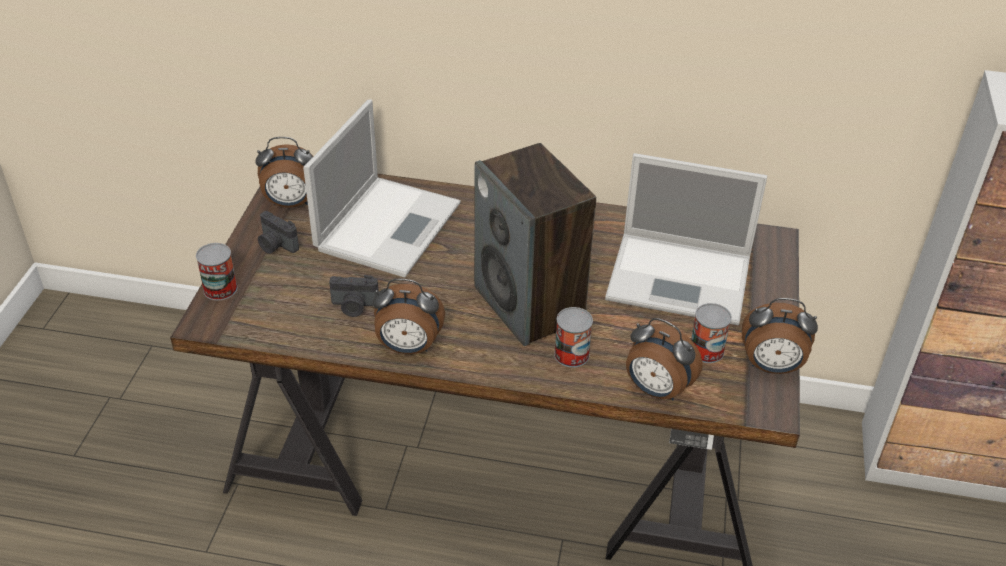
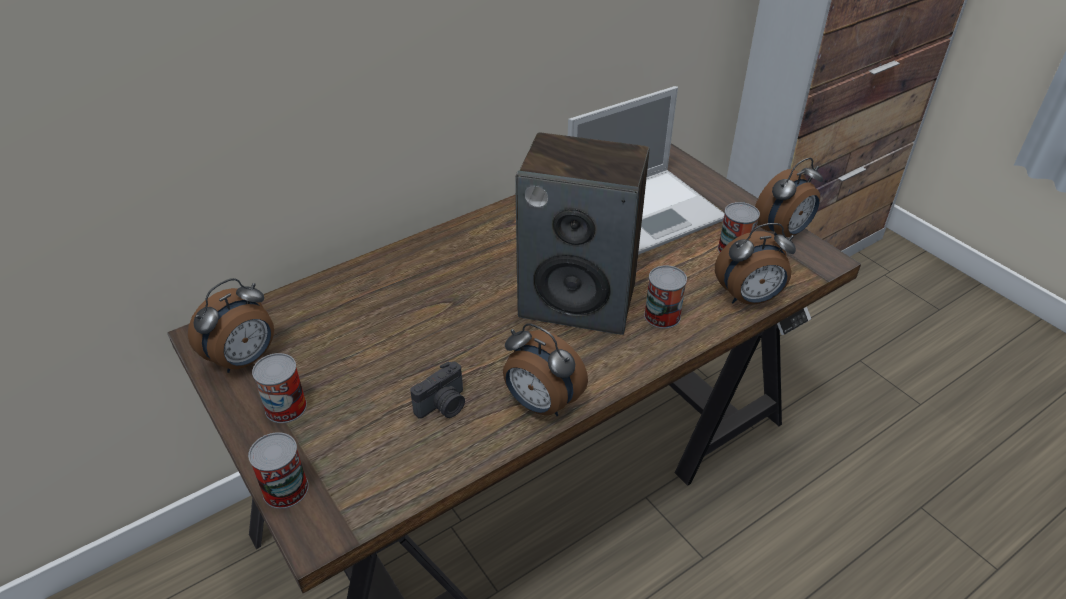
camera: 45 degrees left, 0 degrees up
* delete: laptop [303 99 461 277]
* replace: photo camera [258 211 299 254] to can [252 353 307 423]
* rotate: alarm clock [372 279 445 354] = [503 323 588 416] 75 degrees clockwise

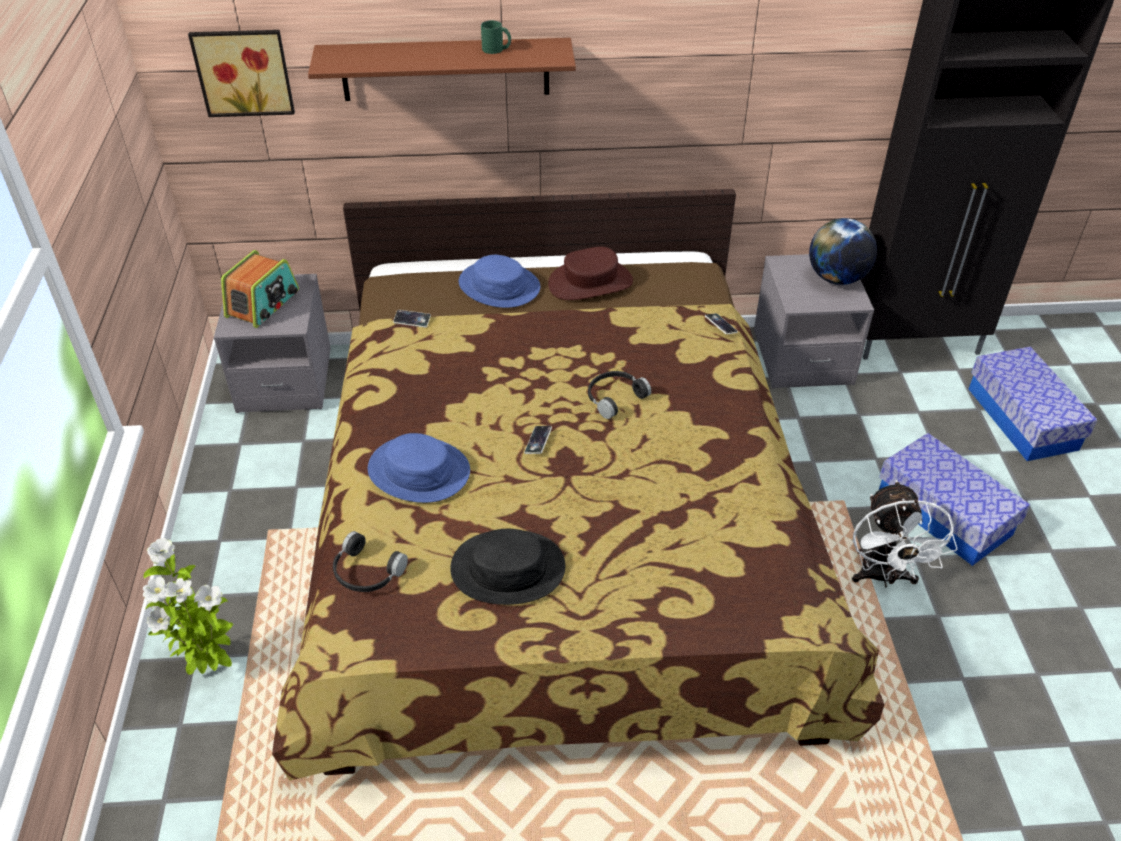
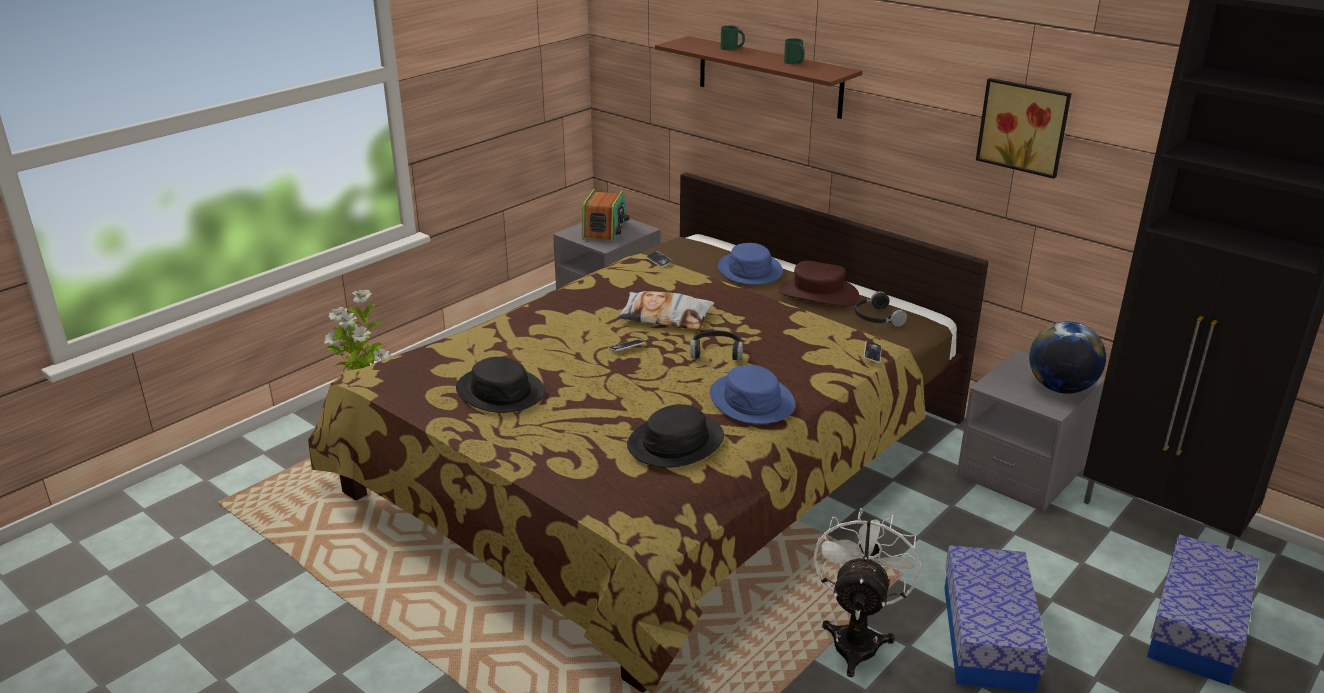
camera: 45 degrees right, 15 degrees down
* insert: pillow [617 291 714 330]
* insert: hat (black) [627 404 724 468]
* insert: mug (green) [720 25 745 50]
* move: picture [188 30 295 117] to [976 78 1072 179]
* move: headphones (black) [333 531 408 592] to [855 291 907 327]
* move: hat (blue) [368 433 470 503] to [710 365 795 424]
* rotate: radio [221 250 299 328] = [582 189 629 242] 60 degrees counterclockwise
* rotate: fan (white) [852 480 957 587] = [813 508 921 677] 150 degrees clockwise

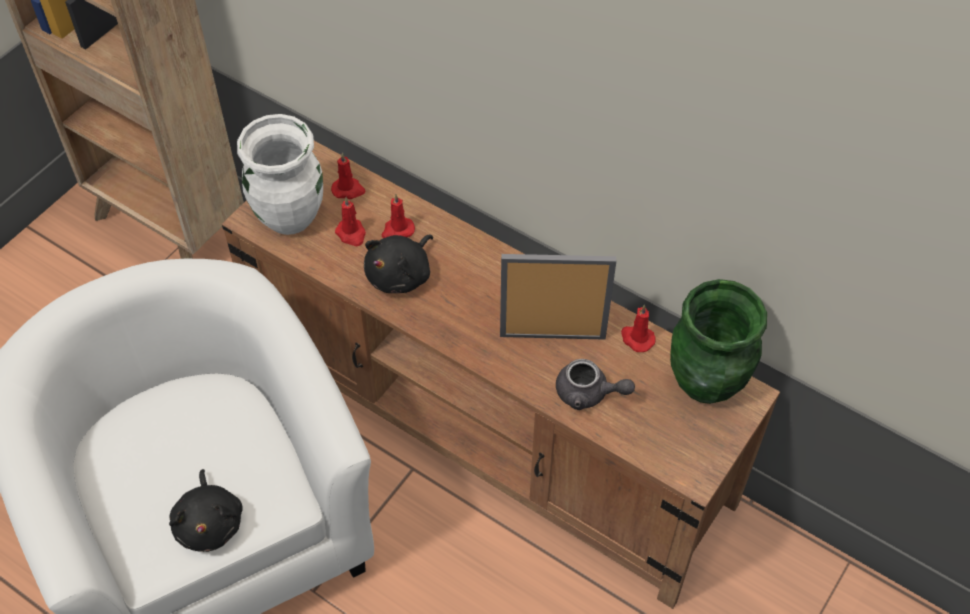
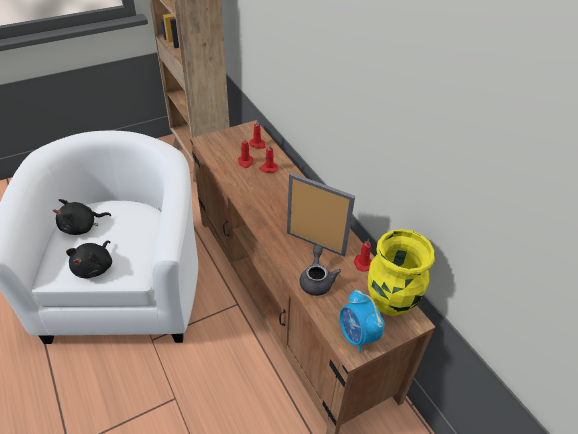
camera: 25 degrees right, 10 degrees down
* delete: vase (white) [237 114 323 235]
* insert: alarm clock [340 289 385 353]
* move: plush toy (black) [364 235 433 293] to [53 199 111 235]
* recolor: vase (green) [670 279 767 404] to vase (yellow) [368 229 435 316]
* rotate: teapot (grey) [556 359 635 410] = [299 245 341 296] 135 degrees counterclockwise

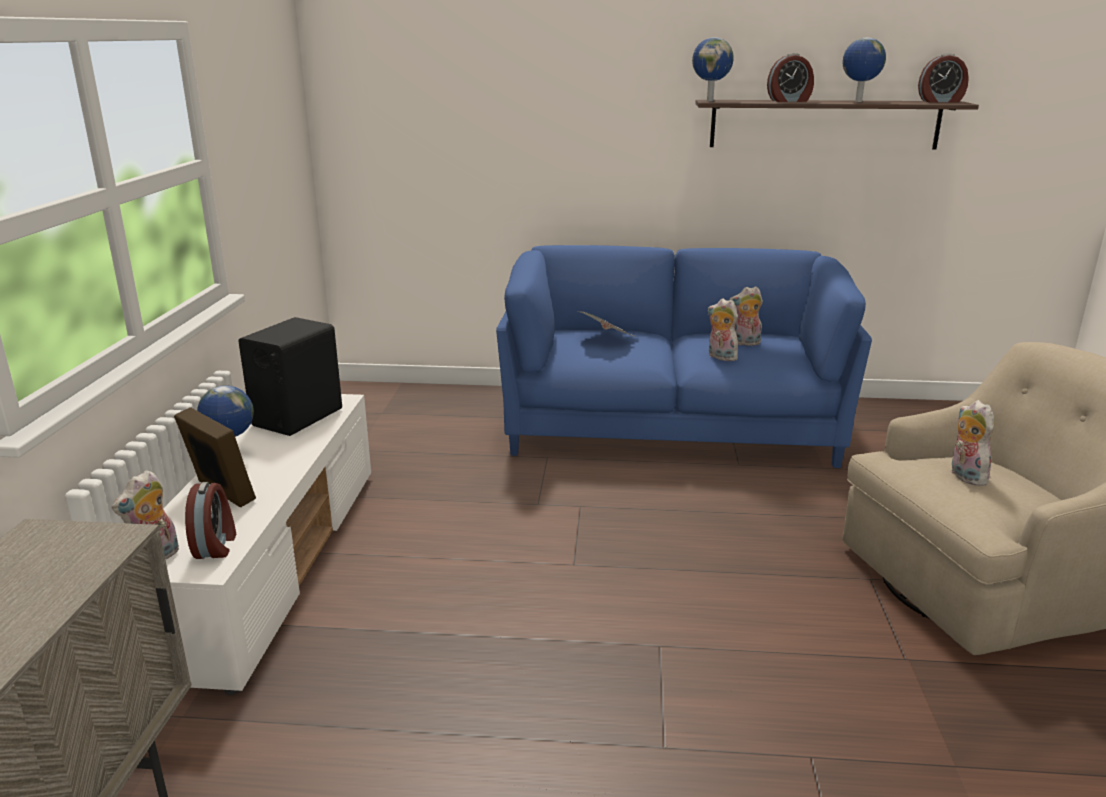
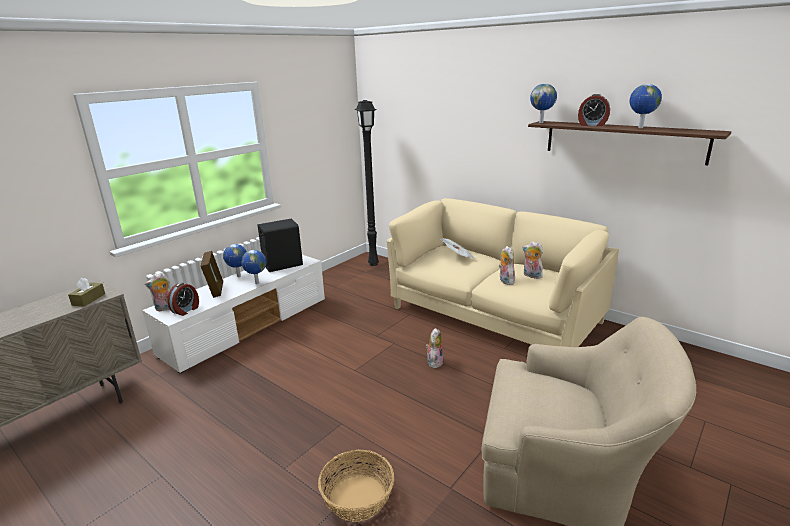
camera: 35 degrees right, 0 degrees up
* delete: alarm clock [918 53 969 103]
* insert: tissue box (brown) [68 278 105 307]
* insert: globe [241 250 267 284]
* insert: basket [318 450 394 522]
* insert: floor lamp (black) [355 100 379 266]
* move: plush toy [952 400 994 486] to [426 328 443 368]
* recolor: sofa (blue) [496 245 872 468] to sofa (beige) [387 198 619 347]

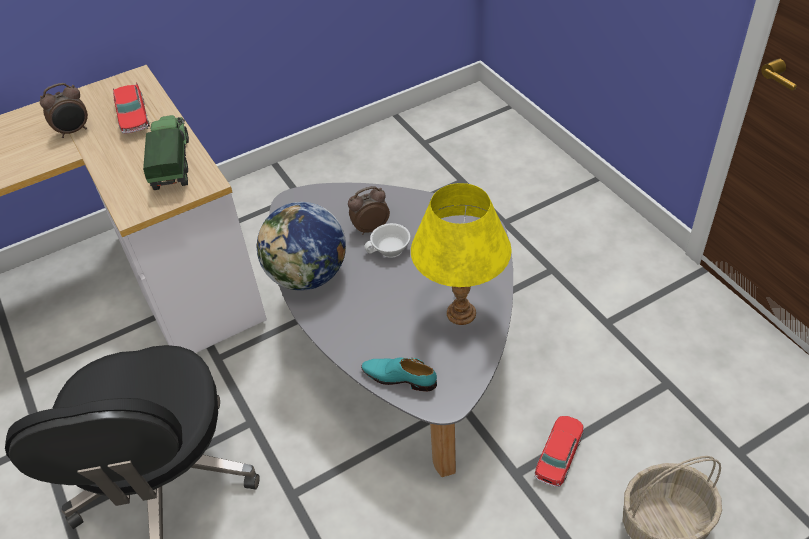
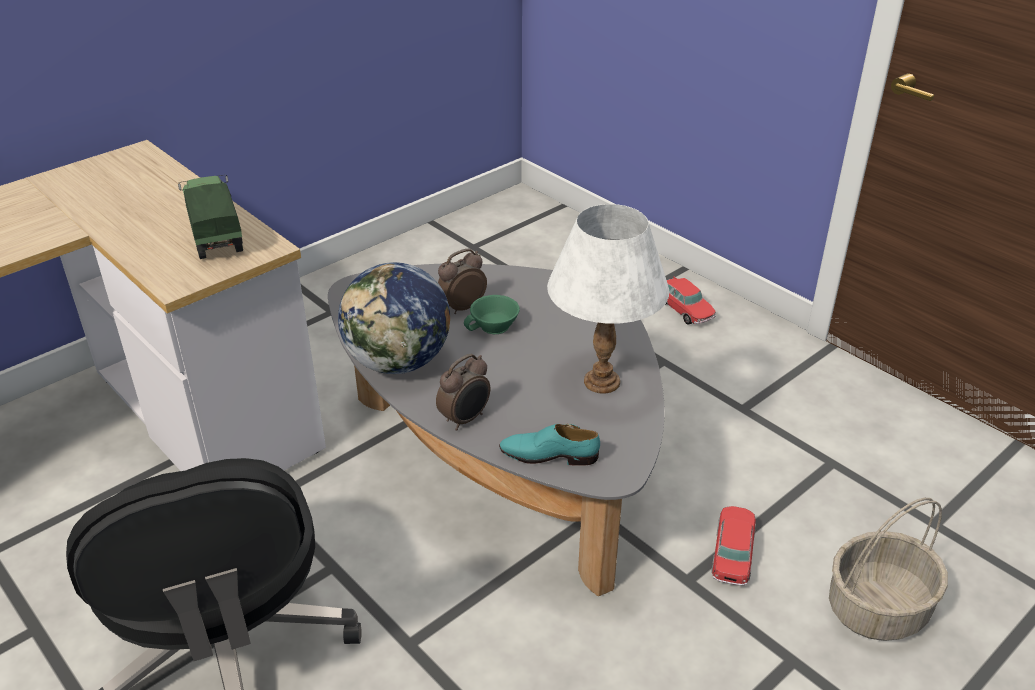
camera: 15 degrees left, 10 degrees down
* move: alarm clock [39 83 88 138] to [436 354 490 431]
* move: toy car [113 83 150 133] to [665 277 716 325]
* recolor: cup (white) [364 223 410 258] to cup (green) [464 295 520 334]
* recolor: table lamp (yellow) [411 183 512 325] to table lamp (white) [547 204 669 394]

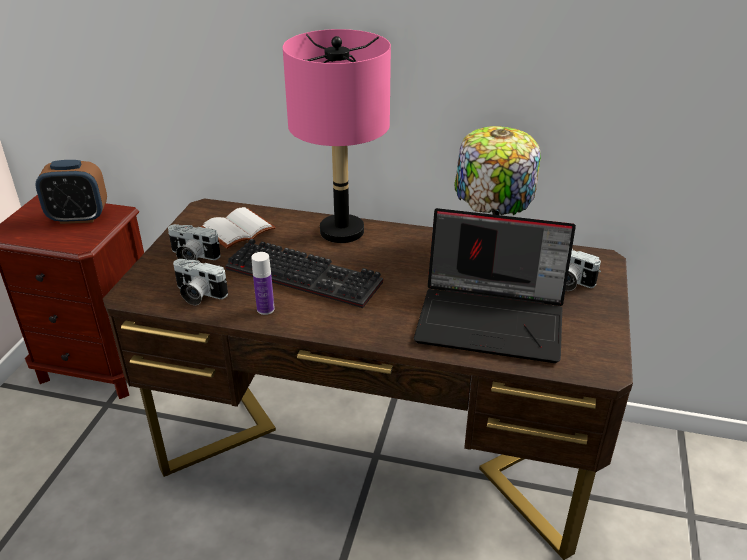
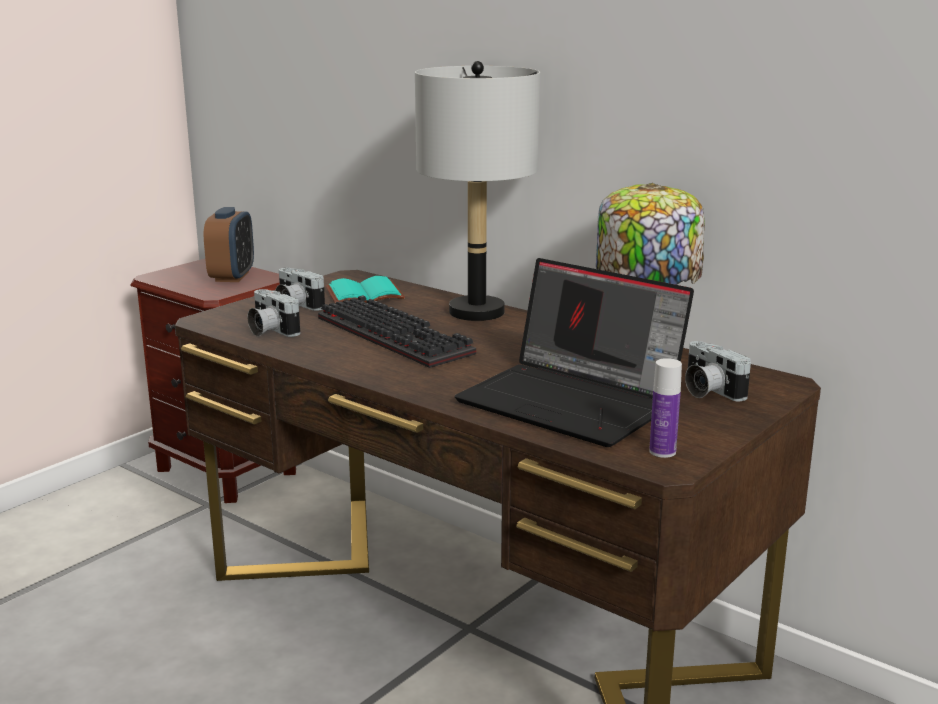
camera: 25 degrees right, 15 degrees down
* move: bottle [251 252 275 315] to [649 358 682 458]
* recolor: book (white) [201 207 276 249] to book (turquoise) [326 276 405 304]
* recolor: table lamp (pink) [283 29 391 243] to table lamp (grey) [415 61 540 321]
* rotate: alarm clock [35 160 107 224] = [204 207 254 282] 105 degrees counterclockwise

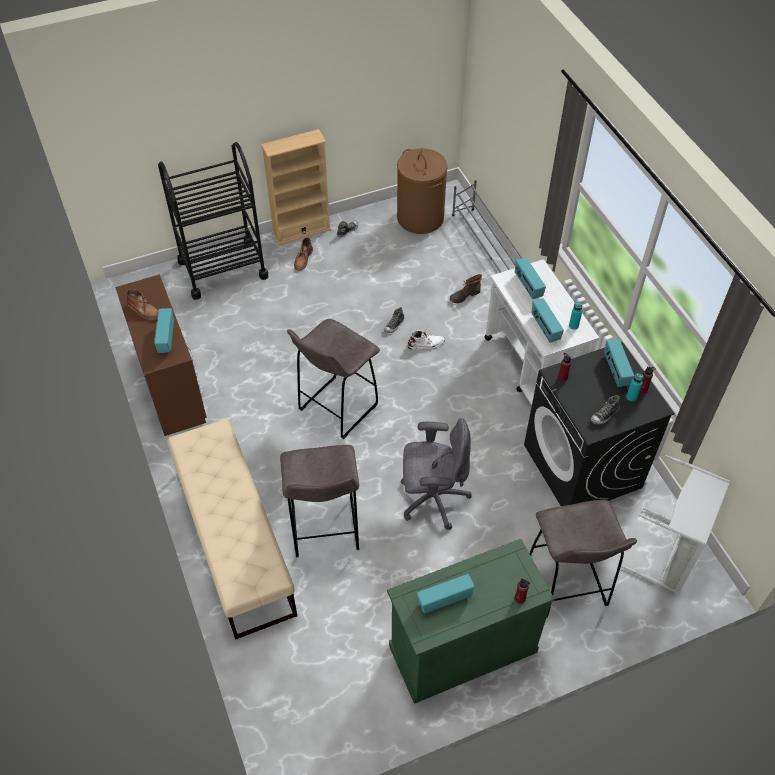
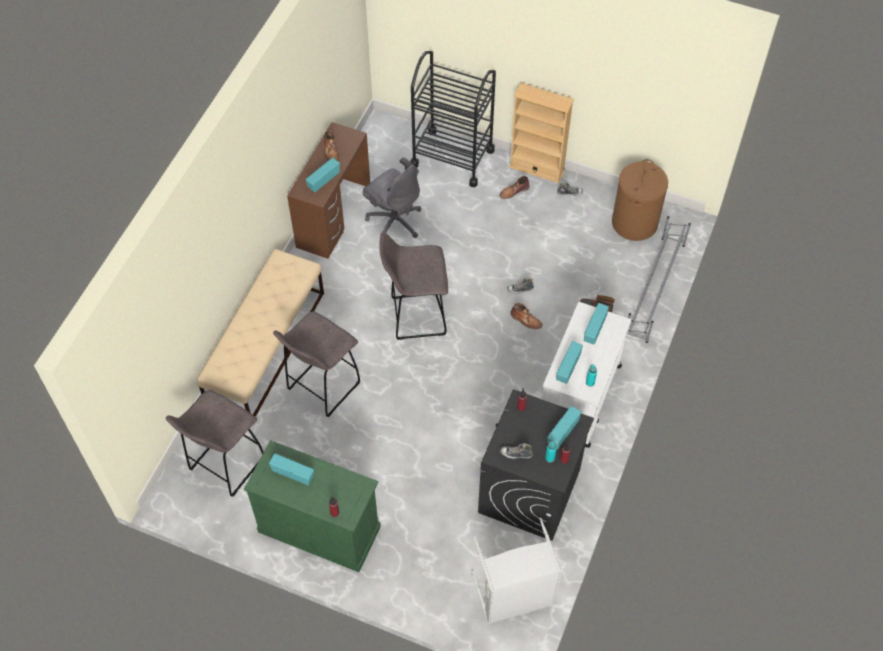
camera: 45 degrees right, 5 degrees up
* move: office chair (grey) [400 418 472 530] to [363 158 421 238]
* move: stool (grey) [529 500 637 618] to [166 390 264 497]
* recolor: boot (white) [407 331 445 350] to boot (brown) [510 303 542 329]

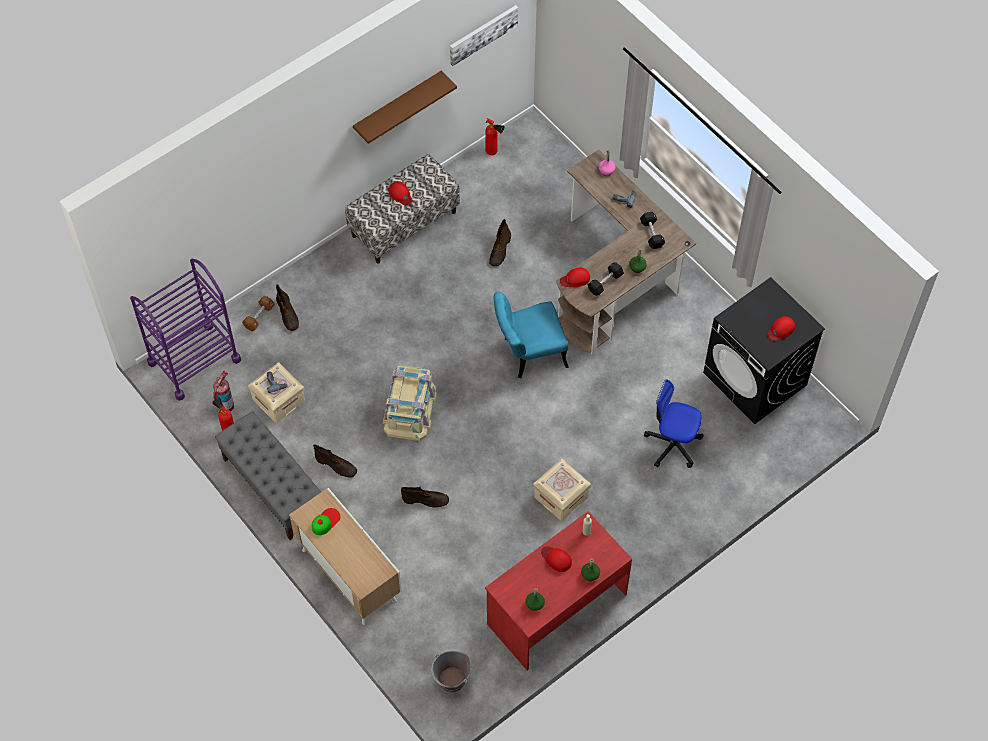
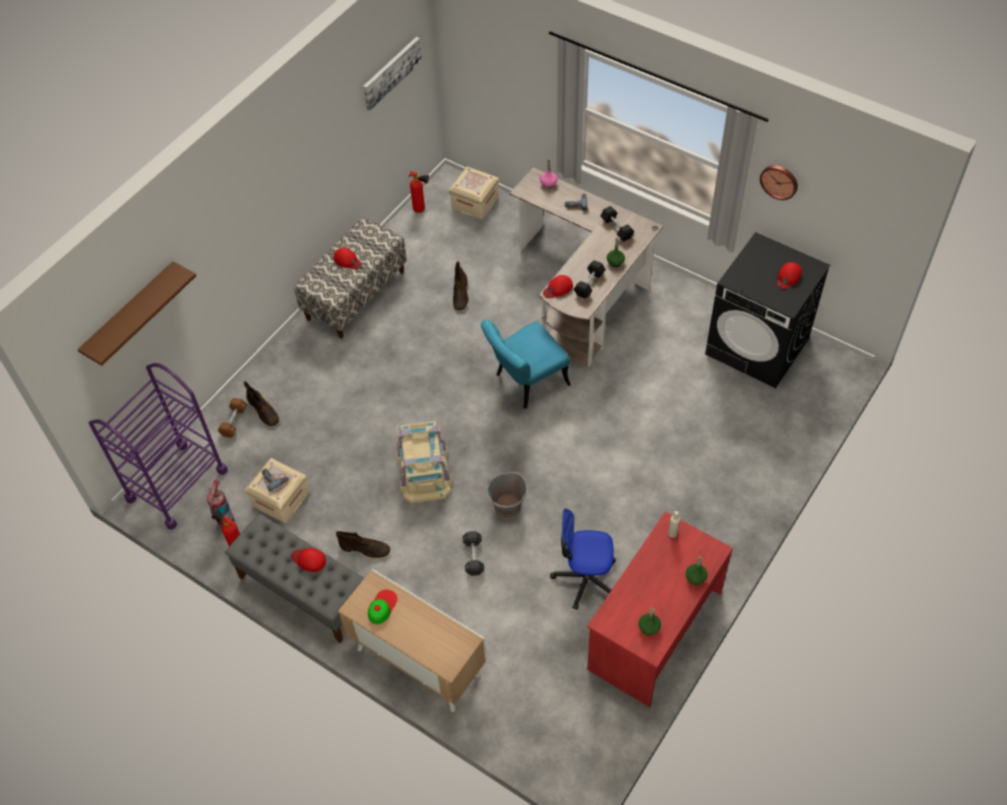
camera: 15 degrees left, 5 degrees down
* insert: wall clock [760 165 798 200]
* move: shelf (brown) [353 71 457 144] to [78 261 196 366]
* move: bucket (grey) [431 651 471 692] to [486 472 527 518]
* move: storage box (beige) [533 459 591 521] to [449 167 499 219]
* move: cap (red) [541 546 572 572] to [291 548 326 572]
* move: office chair [644 379 703 468] to [550 509 616 610]
* replace: boot (brown) [401 487 449 507] to dumbbell (black) [463 531 484 576]

